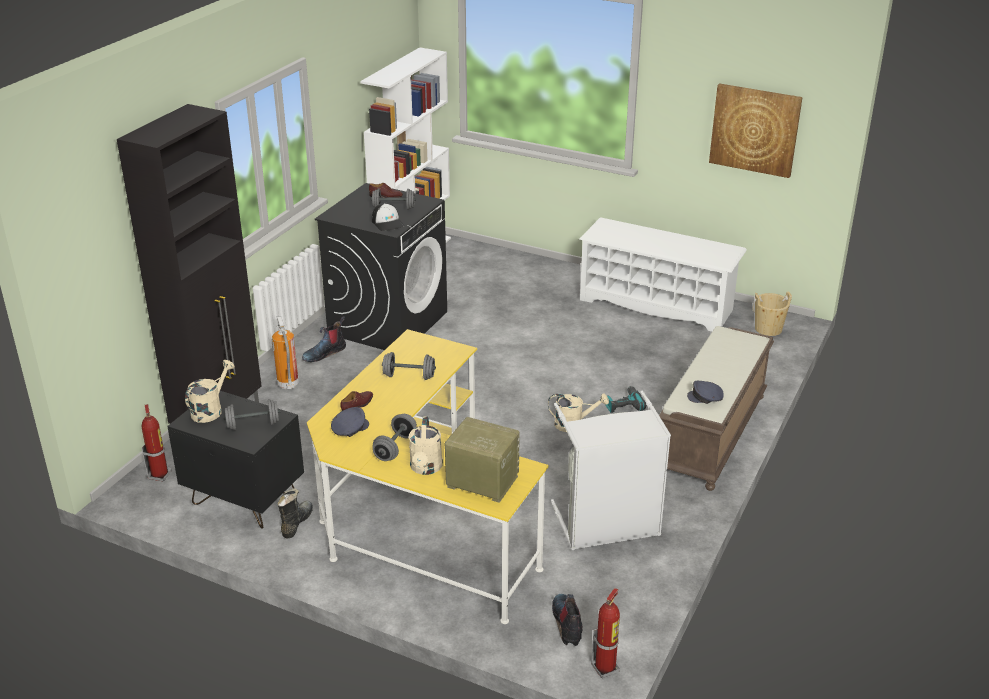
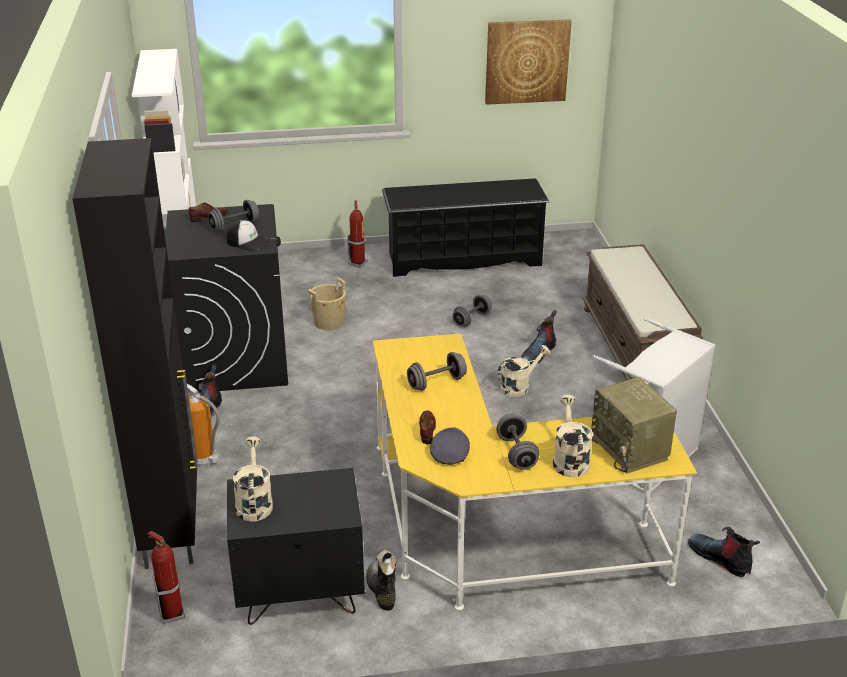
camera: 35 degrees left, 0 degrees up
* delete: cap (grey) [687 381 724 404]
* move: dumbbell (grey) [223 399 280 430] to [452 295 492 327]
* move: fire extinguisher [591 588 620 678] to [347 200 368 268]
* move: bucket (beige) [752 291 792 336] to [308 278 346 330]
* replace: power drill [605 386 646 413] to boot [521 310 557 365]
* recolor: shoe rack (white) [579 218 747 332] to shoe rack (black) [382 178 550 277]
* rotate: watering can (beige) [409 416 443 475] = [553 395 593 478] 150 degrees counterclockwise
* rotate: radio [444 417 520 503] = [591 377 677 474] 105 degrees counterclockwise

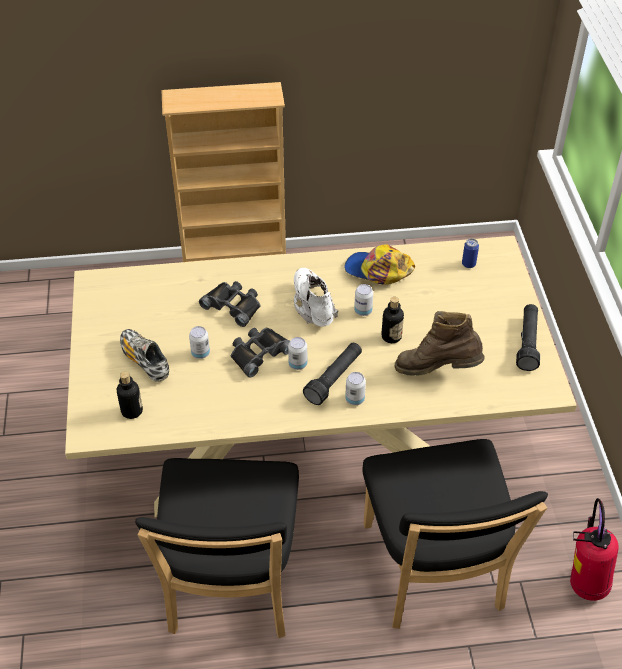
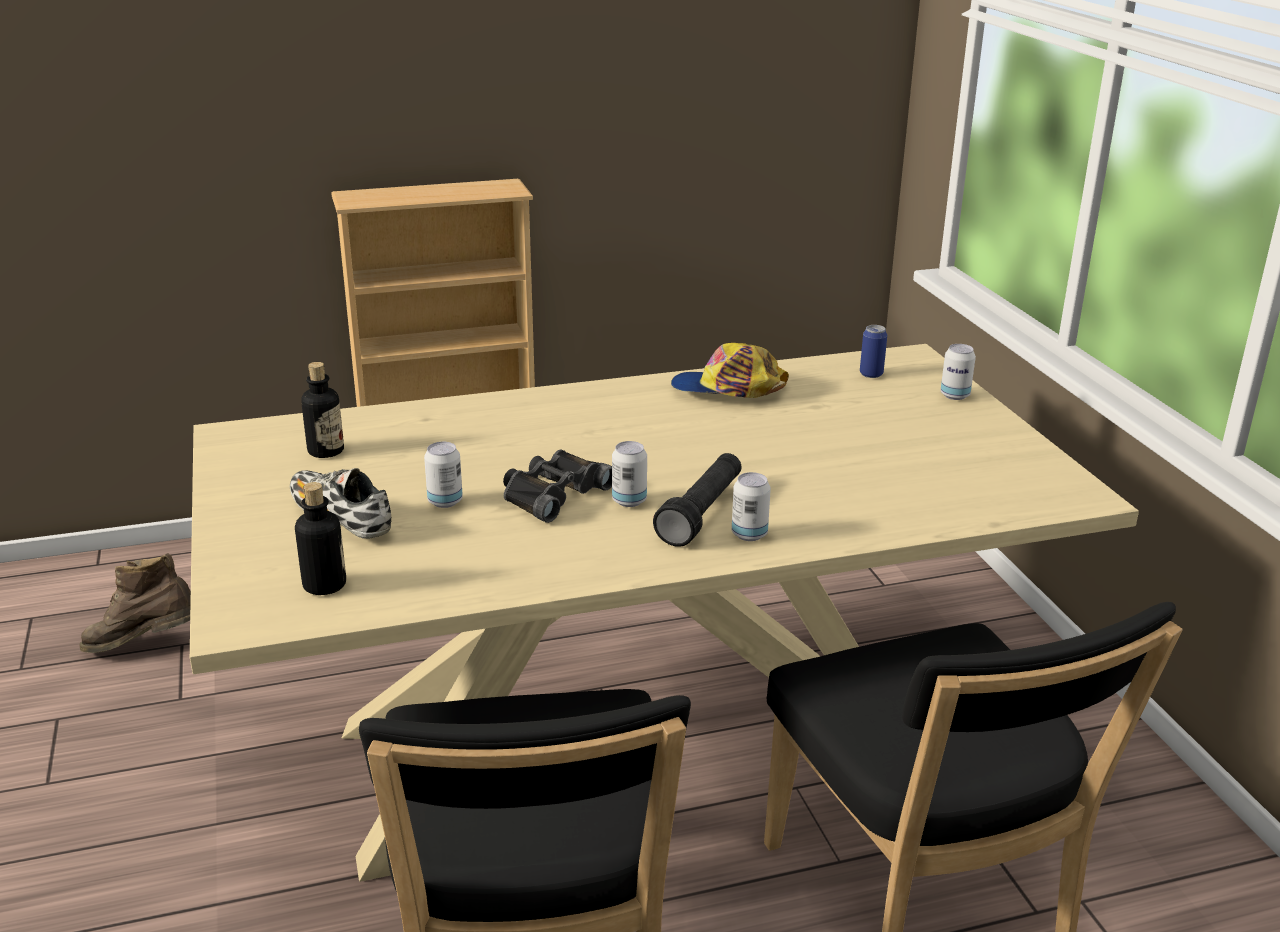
camera: 10 degrees left, 20 degrees down
* delete: binoculars (black) [199 281 261 327]
* delete: boot (white) [294 268 338 327]
* delete: flashlight (black) [516 304 540 371]
* delete: fire extinguisher [570 498 619 601]
* move: can [354 284 373 316] to [940 344 976 400]
* move: bottle [382 297 404 343] to [301 362 344 458]
* move: boot (brown) [395 311 485 376] to [79 553 191 653]

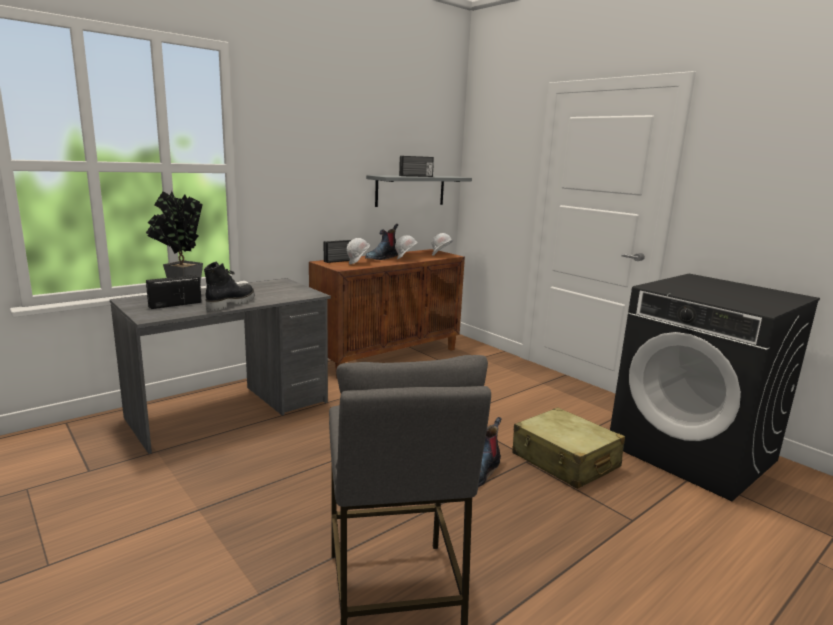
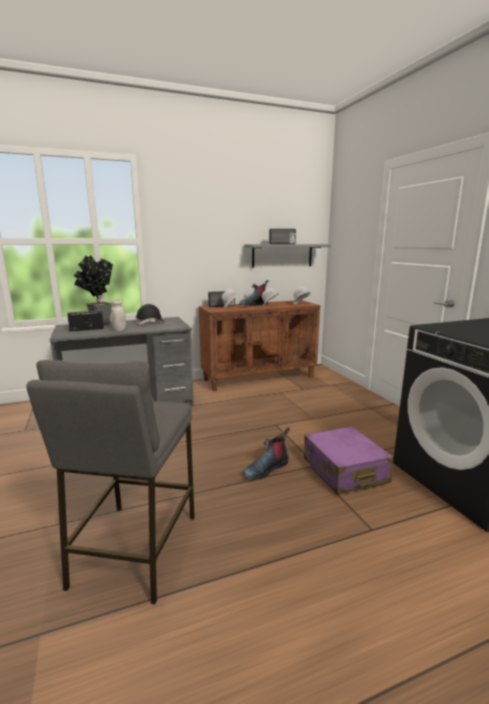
camera: 20 degrees right, 0 degrees up
* insert: hard hat (black) [136 304 165 325]
* replace: boot (black) [204 261 255 311] to jar (white) [111 300 126 332]
* recolor: suitcase (beige) [512 407 625 489] to suitcase (purple) [304 426 394 495]

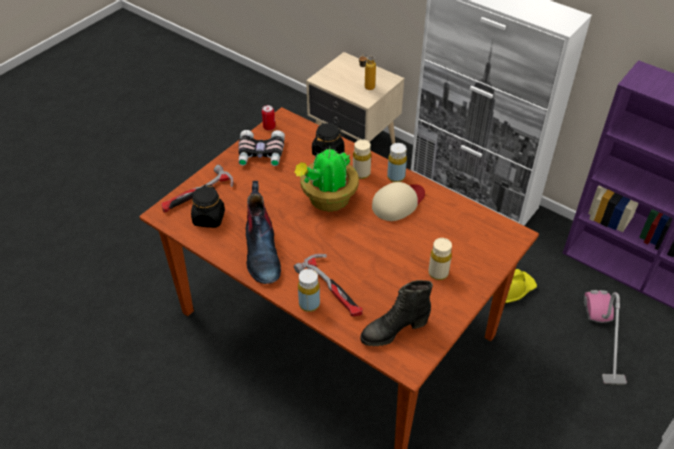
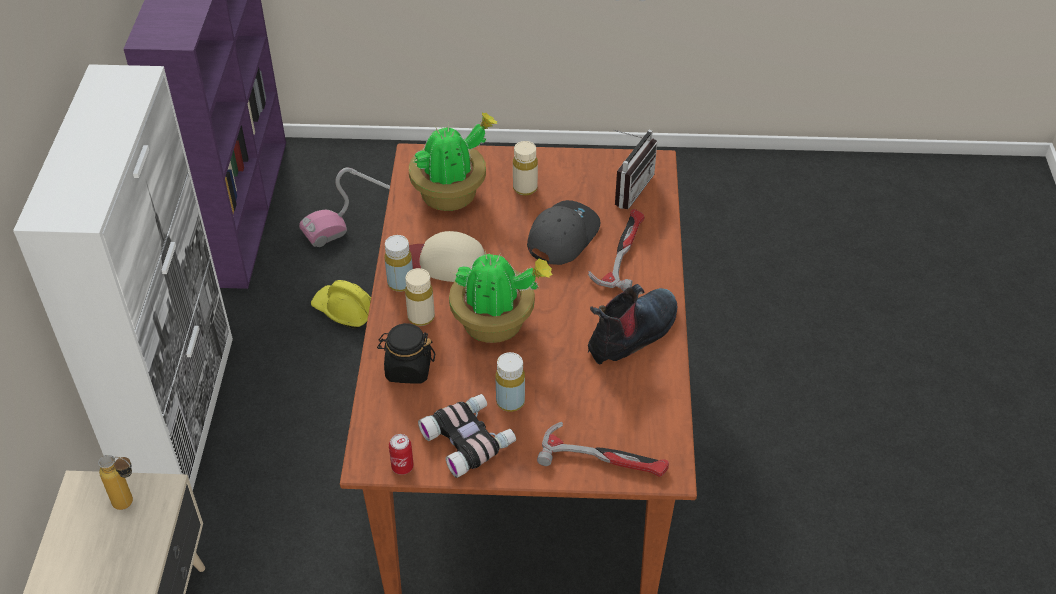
camera: 125 degrees left, 0 degrees up
* delete: jar (black) [191 185 225 228]
* insert: potted plant [409 113 498 211]
* insert: cap (grey) [527 200 600 265]
* move: bottle (yellow) [298 269 320 312] to [495 352 525 412]
* replace: boot (black) [360 280 433 346] to radio [613 130 657 209]

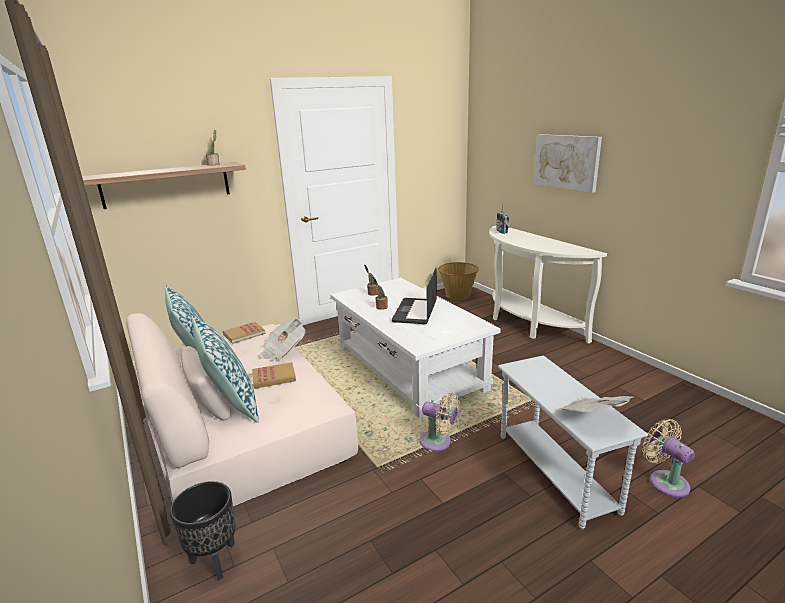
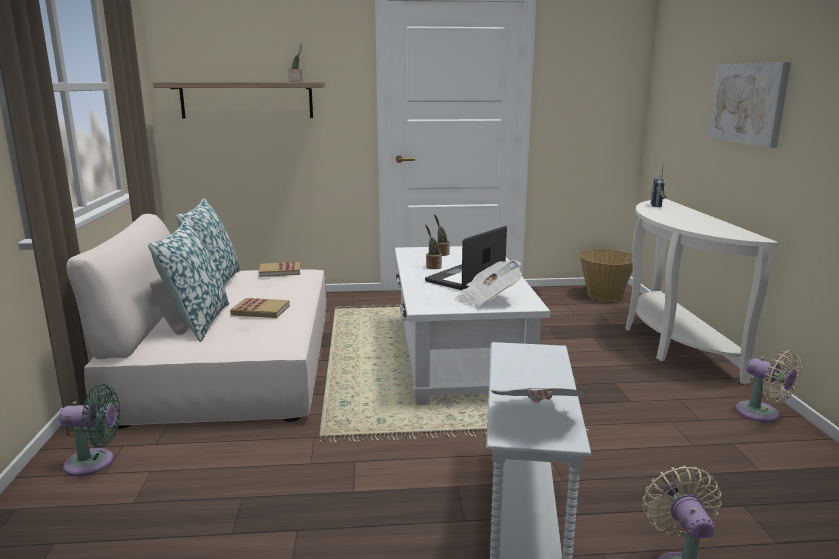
camera: 25 degrees right, 5 degrees down
* move: newspaper [259 318 306 360] to [455 260 522 306]
* move: fan (beige) [420 393 460 452] to [736 350 802 423]
* replace: planter (black) [170 481 236 580] to fan (green) [59 384 120 477]

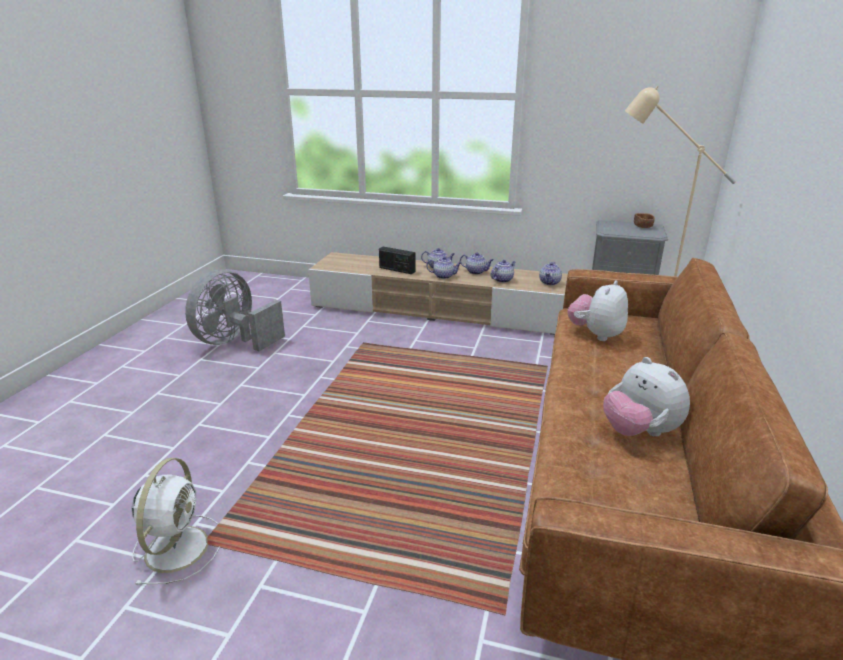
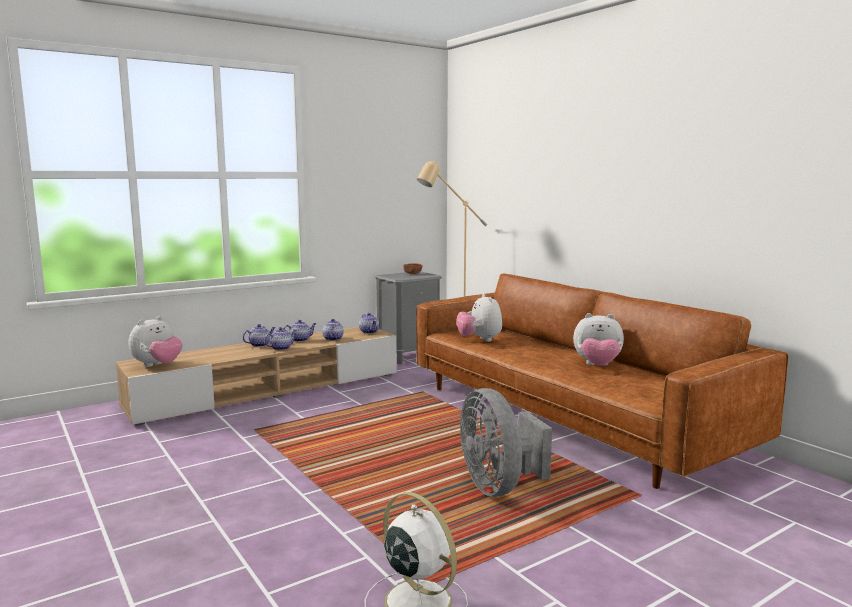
camera: 50 degrees left, 15 degrees down
* delete: radio [379 247 415 274]
* insert: plush toy [129 316 182 367]
* move: fan (grey) [185 270 285 351] to [460 388 552 496]

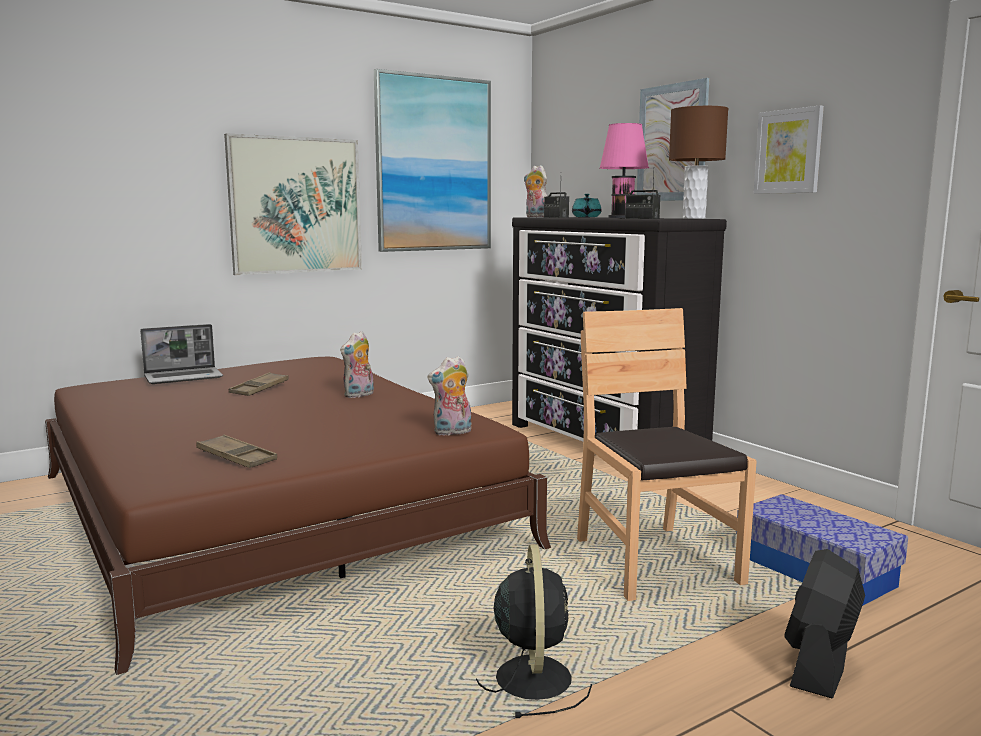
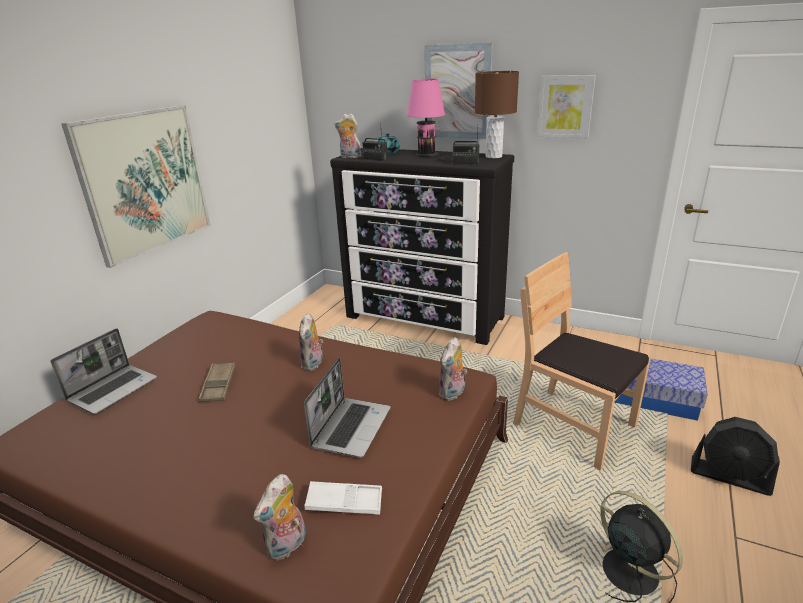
camera: 30 degrees left, 15 degrees up
* delete: picture [374 69 491 252]
* insert: plush toy [254 474 306 561]
* insert: laptop [304 358 391 458]
* recolor: tray (brown) [196 435 277 468] to tray (white) [304 481 382 515]
* rotate: fan (black) [784 549 865 699] = [691 417 780 496] 60 degrees counterclockwise

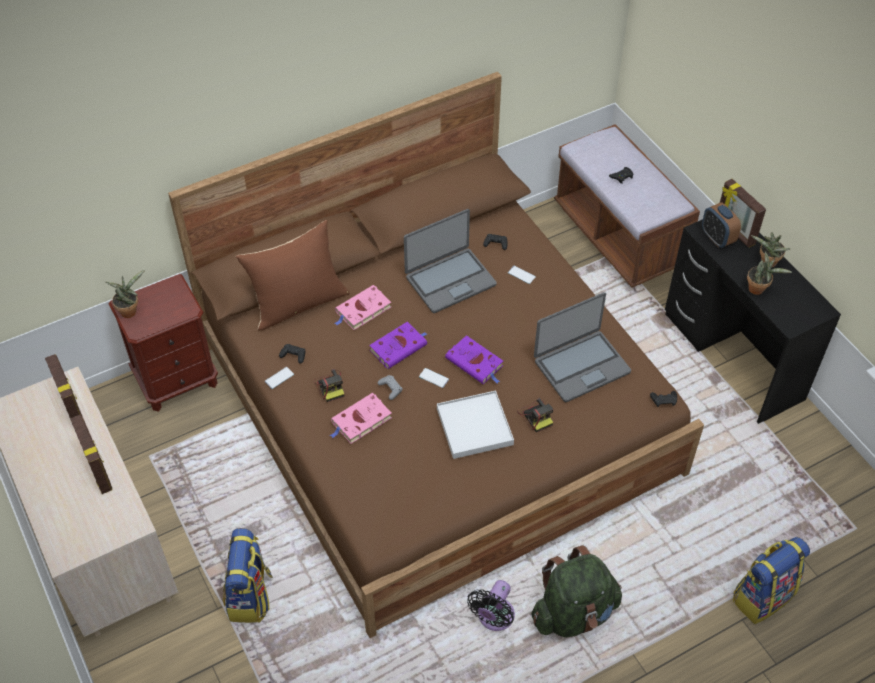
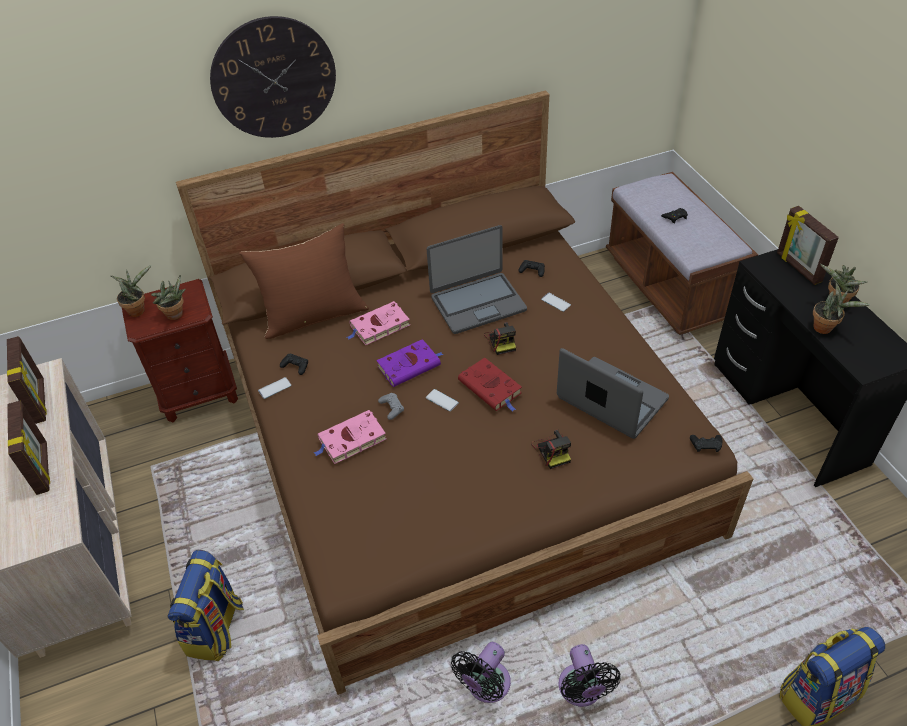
camera: 10 degrees right, 5 degrees down
* delete: tray (white) [437 391 514 459]
* delete: alarm clock [702 202 741 248]
* insert: potted plant [151 275 186 320]
* insert: wall clock [210 16 336 138]
* move: photo camera [313 369 344 402] to [484 322 516 355]
* replace: backpack (green) [531 545 622 637] to fan (black) [559 644 621 707]
* recolor: book (purple) [445 335 503 384] to book (red) [458 358 522 412]
* rotate: laptop [534 292 631 402] = [557 348 669 439] 120 degrees counterclockwise

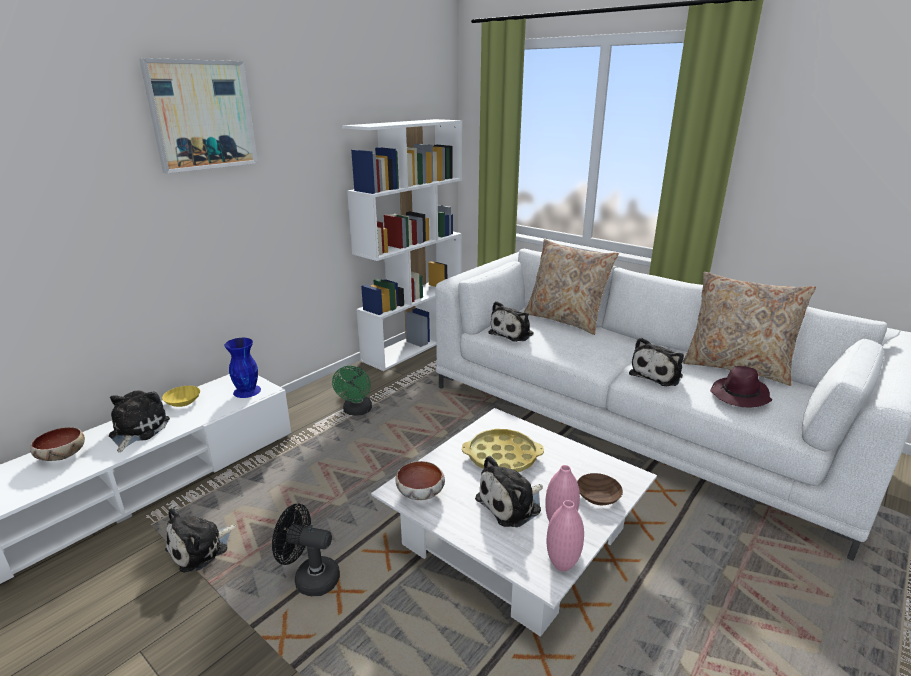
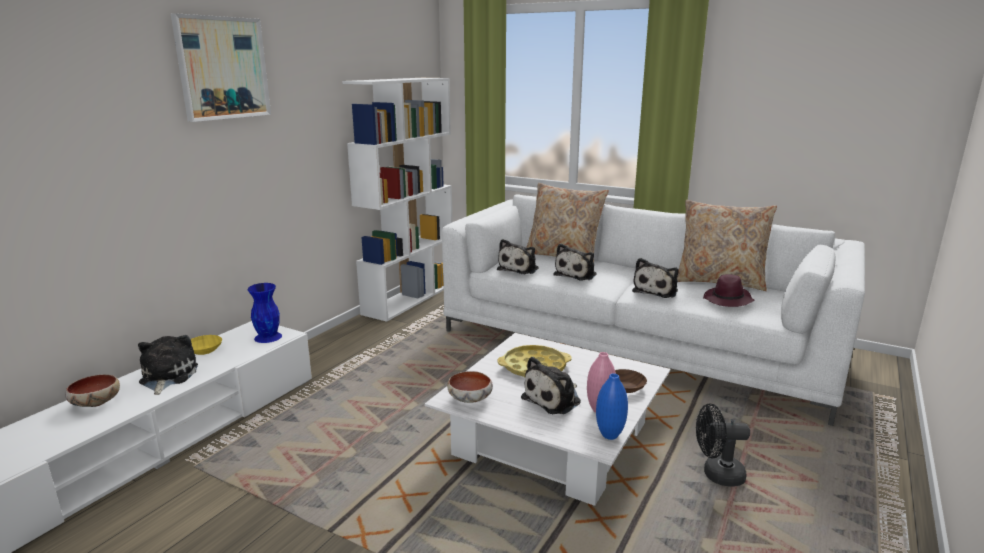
camera: 10 degrees left, 5 degrees down
* delete: fan (green) [332 366 372 415]
* move: plush toy [165 508 236 573] to [553 243 597 281]
* move: fan (black) [272 504 340 596] to [696 403 750 487]
* recolor: vase (pink) [547 500 584 571] to vase (blue) [596 373 628 440]

